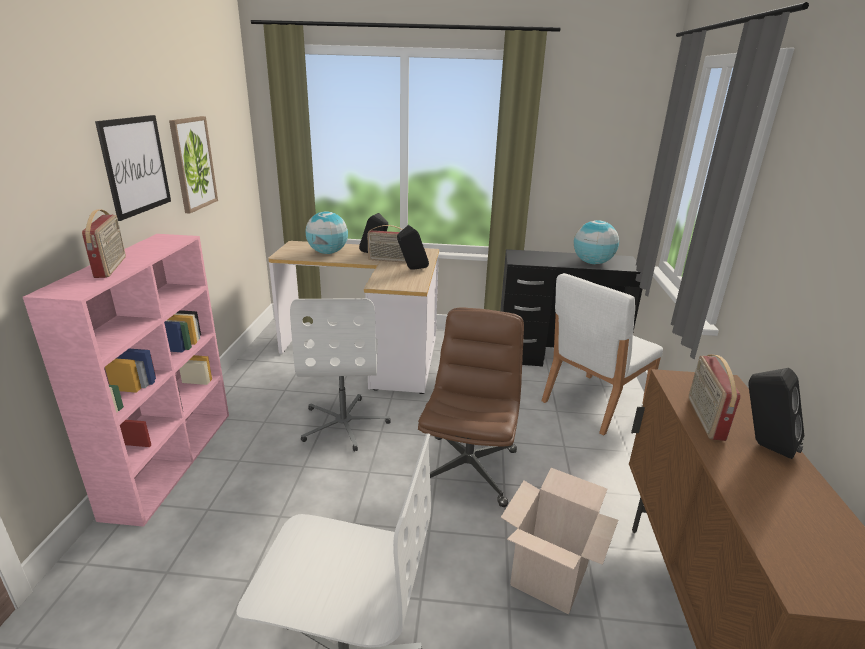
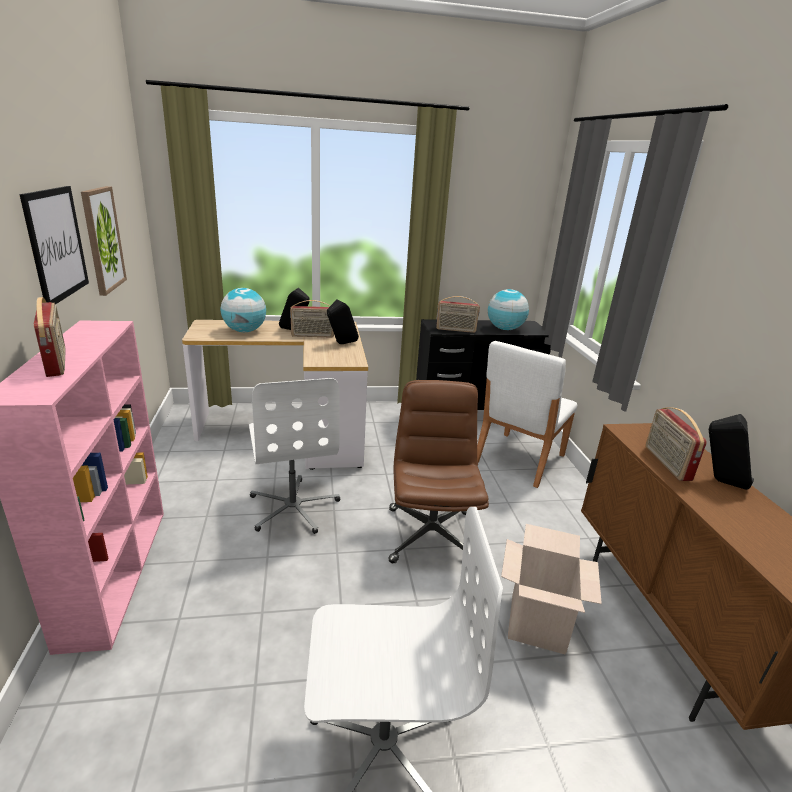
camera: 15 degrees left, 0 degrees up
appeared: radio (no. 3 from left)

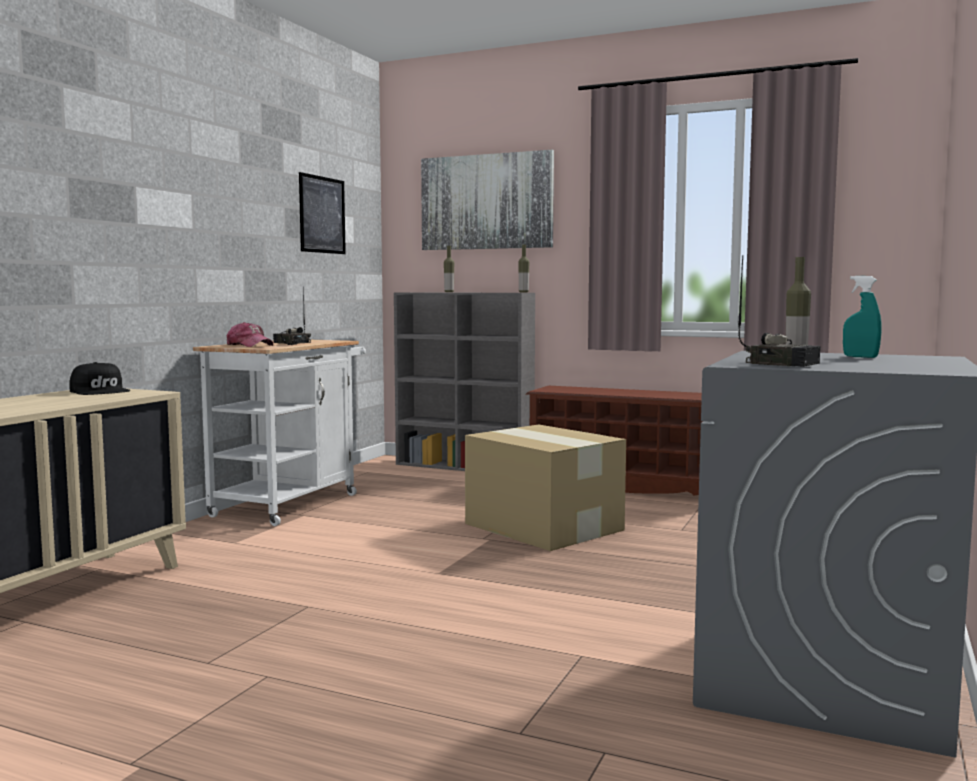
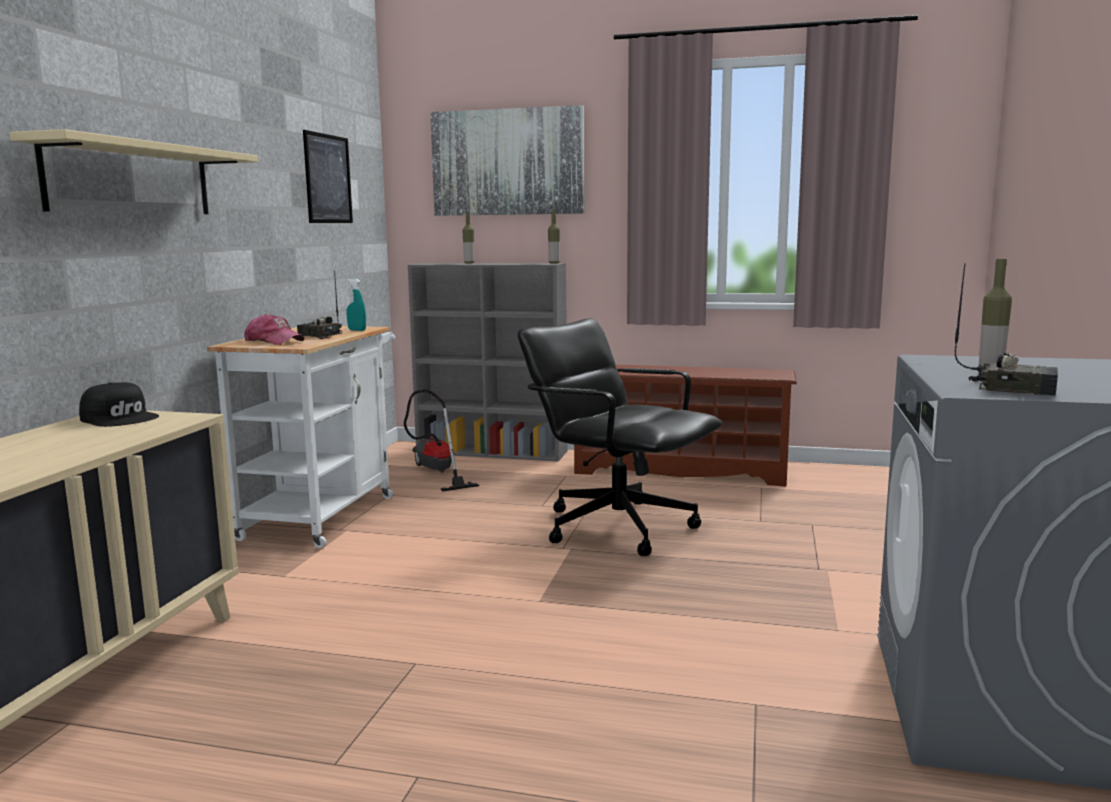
camera: 10 degrees left, 5 degrees up
appeared: shelf (beige); vacuum cleaner
relocated: spray bottle (turquoise)
exchanged: cardboard box to office chair (black)

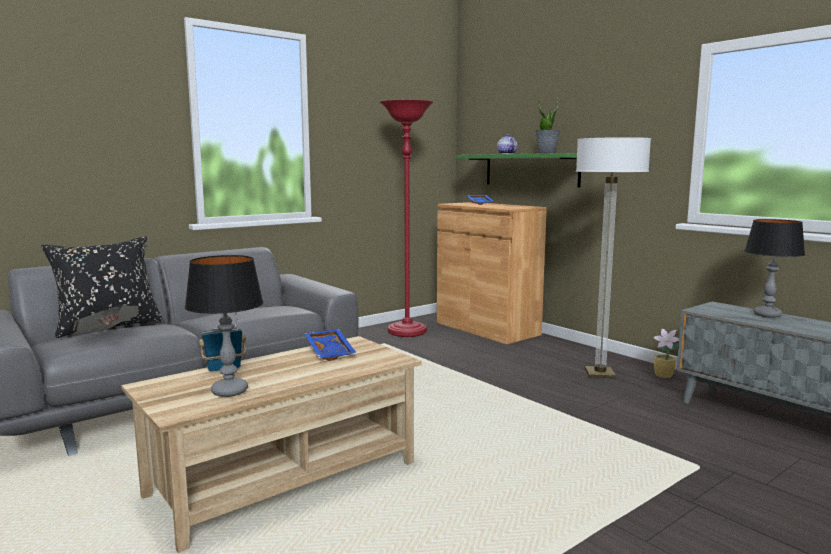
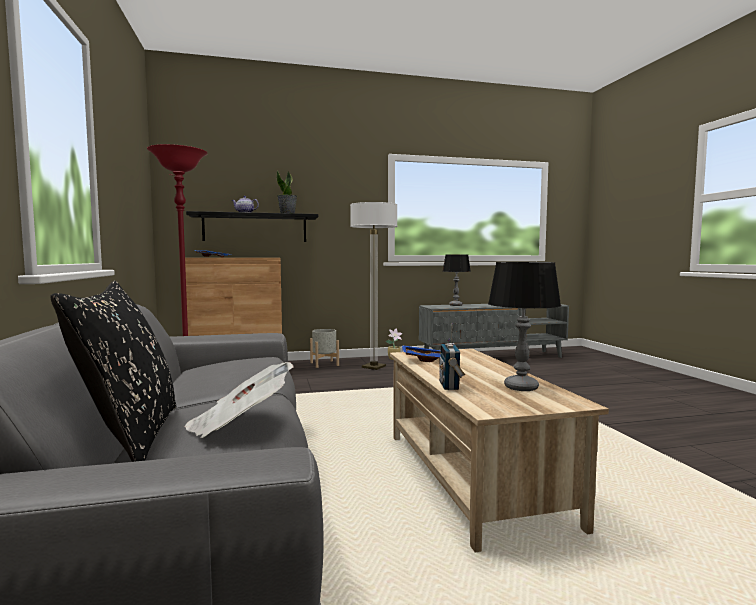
camera: 65 degrees left, 5 degrees down
appeared: planter (grey)
colour: shelf (green) to shelf (black)

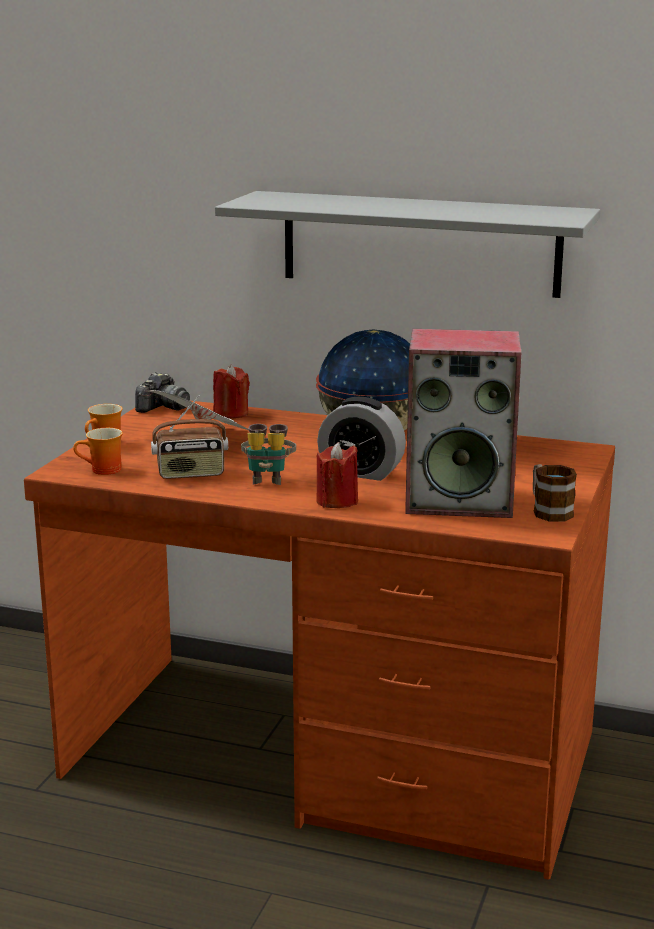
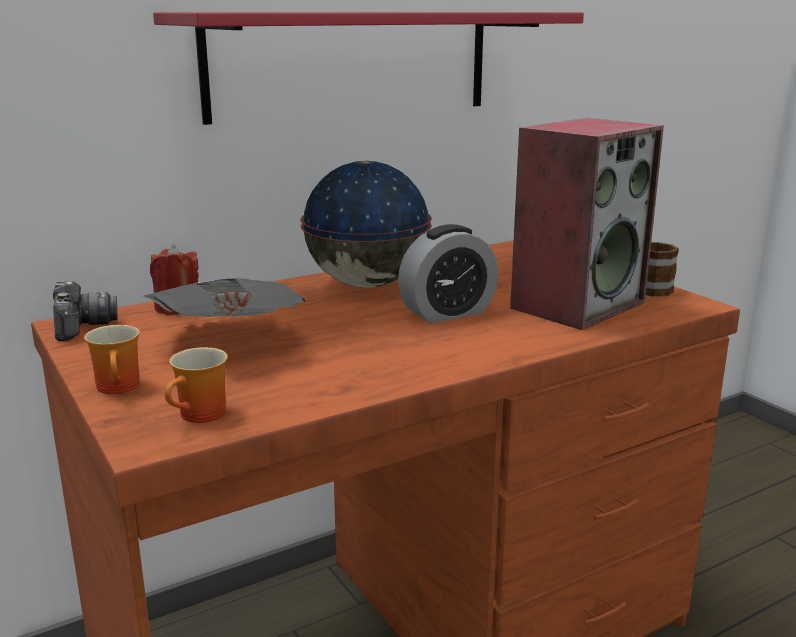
camera: 50 degrees left, 0 degrees up
missing: radio; binoculars; candle (red) (no. 2 from left)
colour: shelf (grey) to shelf (red)

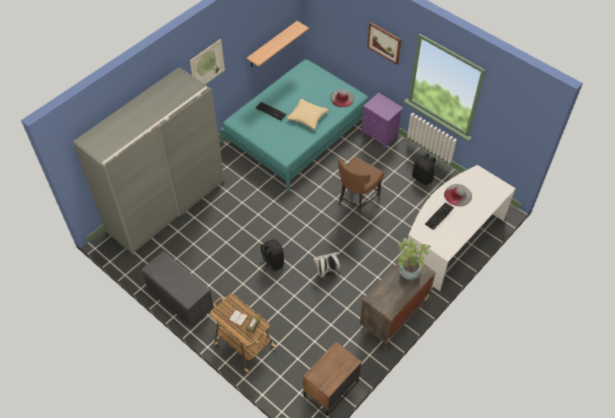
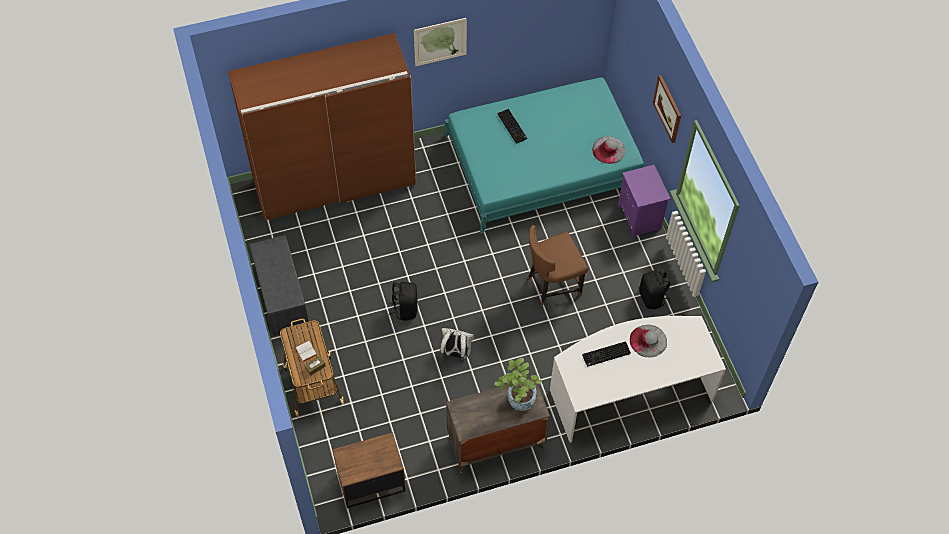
camera: 30 degrees right, 5 degrees up
missing: shelf; pillow (beige)
colour: wardrobe (grey) to wardrobe (brown)

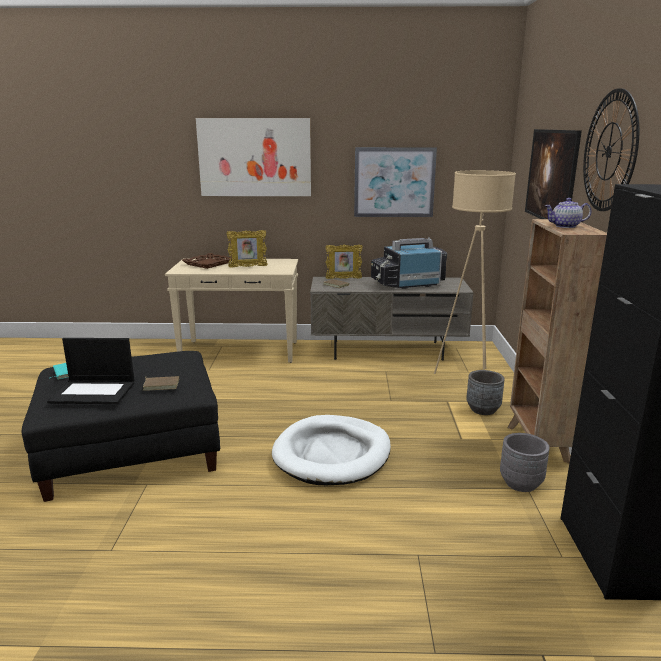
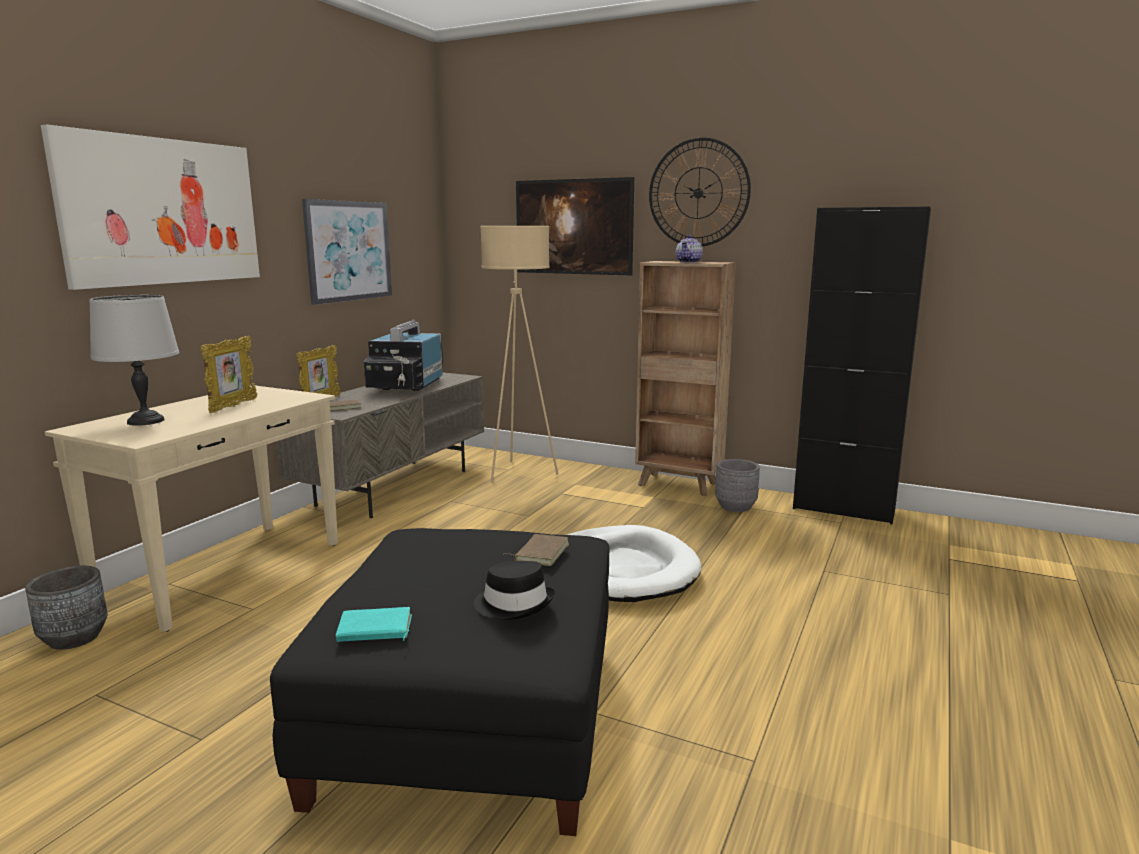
camera: 65 degrees left, 5 degrees down
relocated: planter (grey) (no. 1 from left)
exchanged: laptop to hat (black); tray (brown) to table lamp (grey)

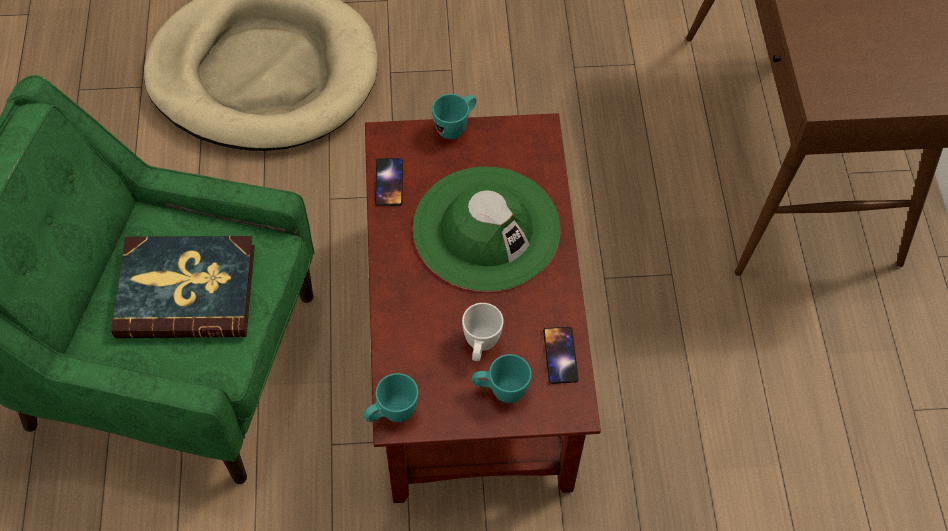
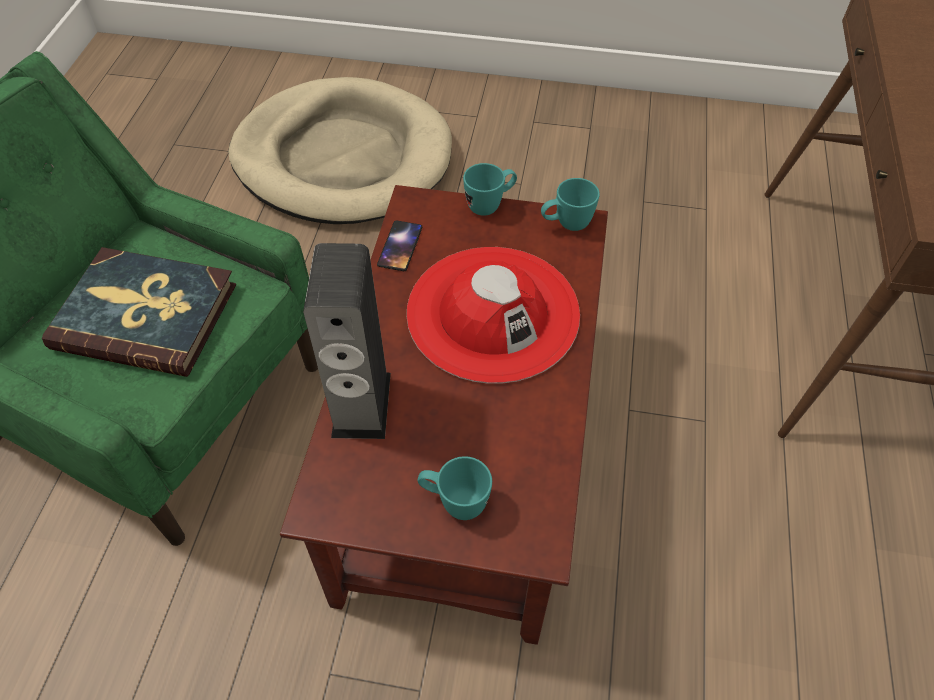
camera: 15 degrees right, 5 degrees down
missing: mug (white); phone (no. 2 from left)
appeared: speaker
relocated: mug (turquoise) (no. 1 from left in the first image) to mug (turquoise) (no. 3 from left)
colour: hat (green) to hat (red)

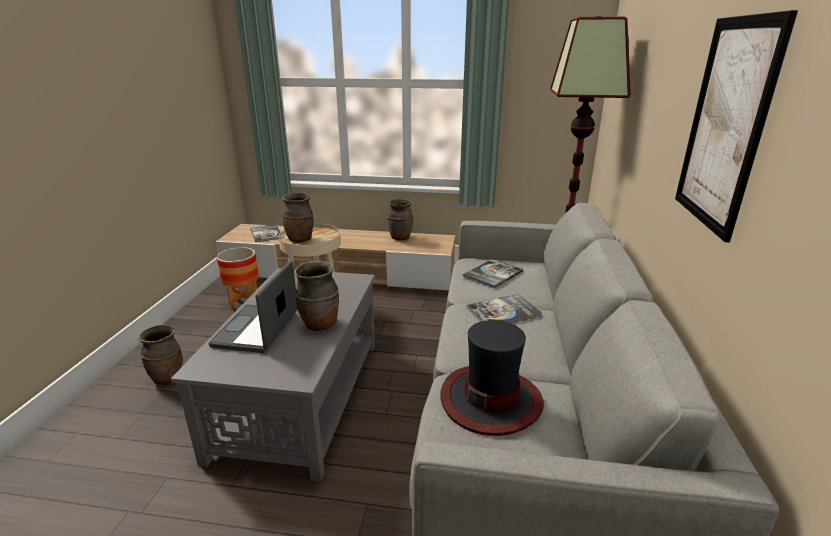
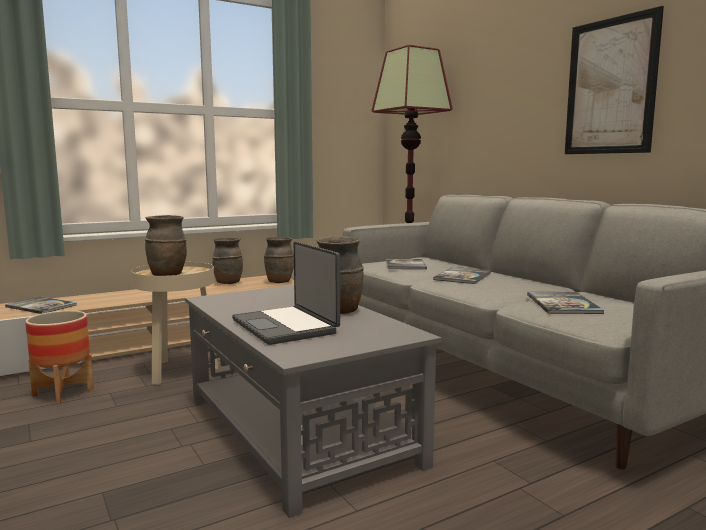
camera: 40 degrees left, 15 degrees down
relocated: vase (brown) (no. 1 from left in the first image) to vase (brown) (no. 3 from left)
exchanged: hat to book (no. 4 from left)

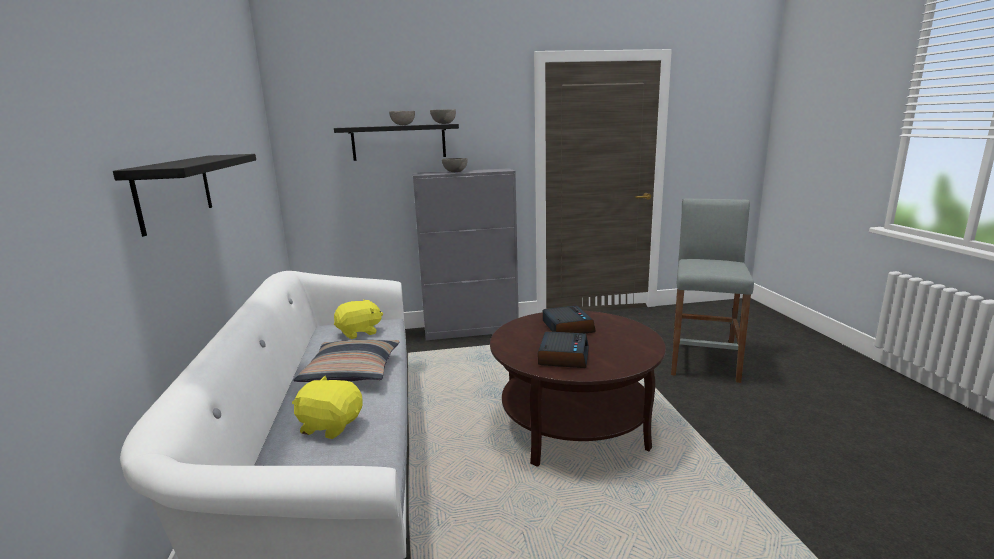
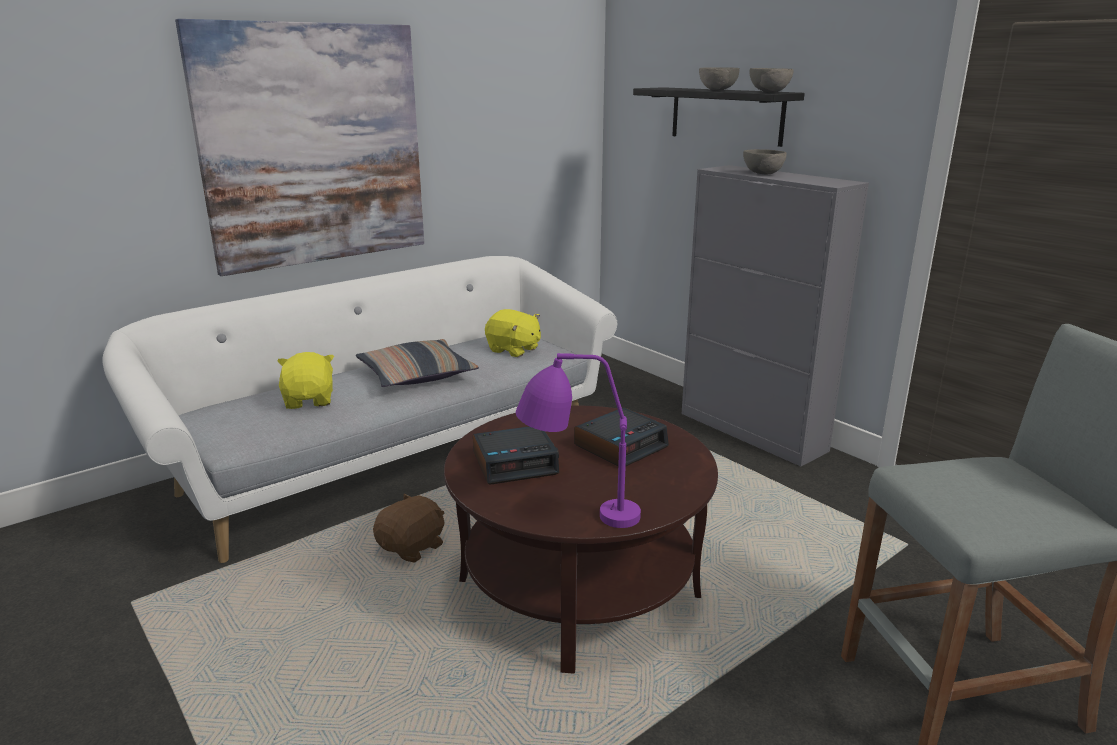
camera: 60 degrees right, 5 degrees up
appeared: plush toy (brown); table lamp (purple)
exchanged: shelf (black) (no. 1 from left) to picture

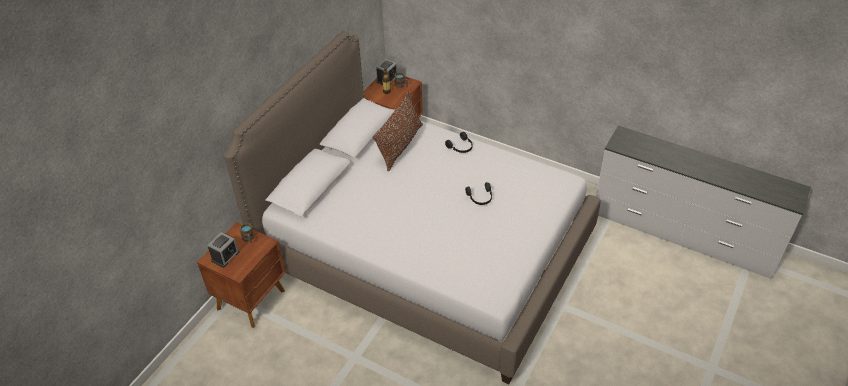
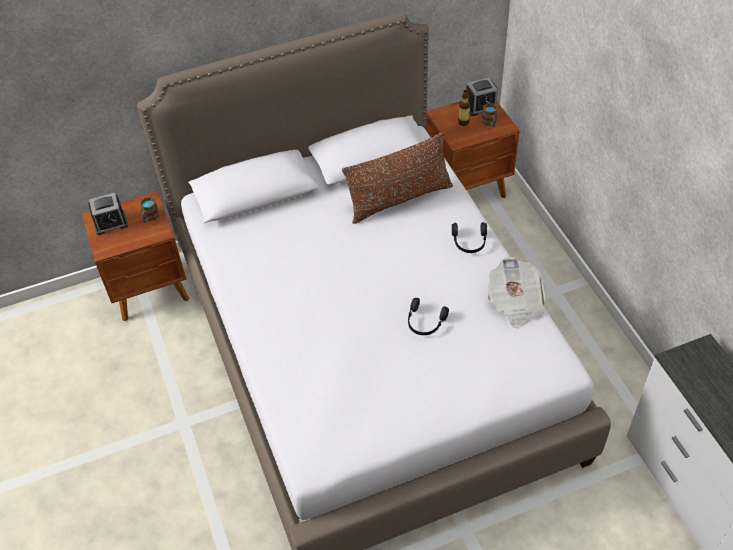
camera: 40 degrees right, 5 degrees up
appeared: newspaper

